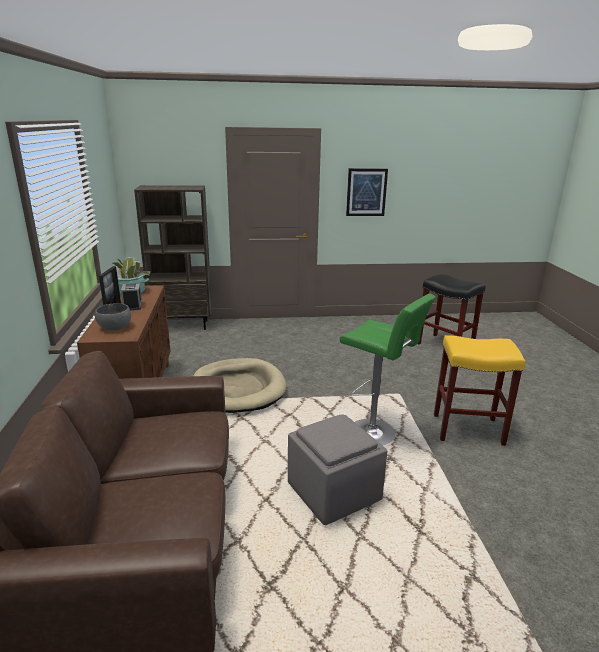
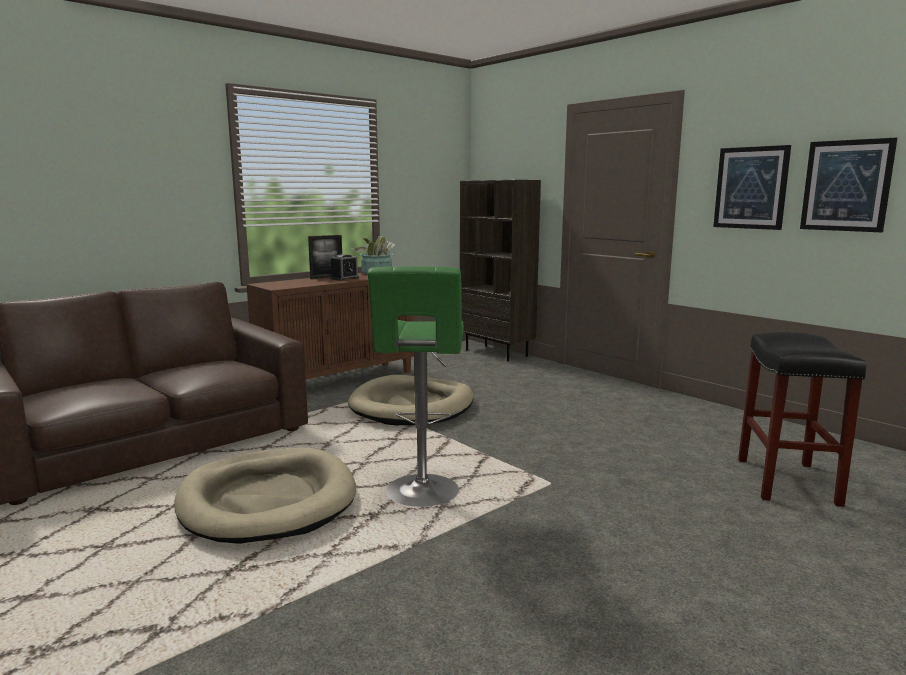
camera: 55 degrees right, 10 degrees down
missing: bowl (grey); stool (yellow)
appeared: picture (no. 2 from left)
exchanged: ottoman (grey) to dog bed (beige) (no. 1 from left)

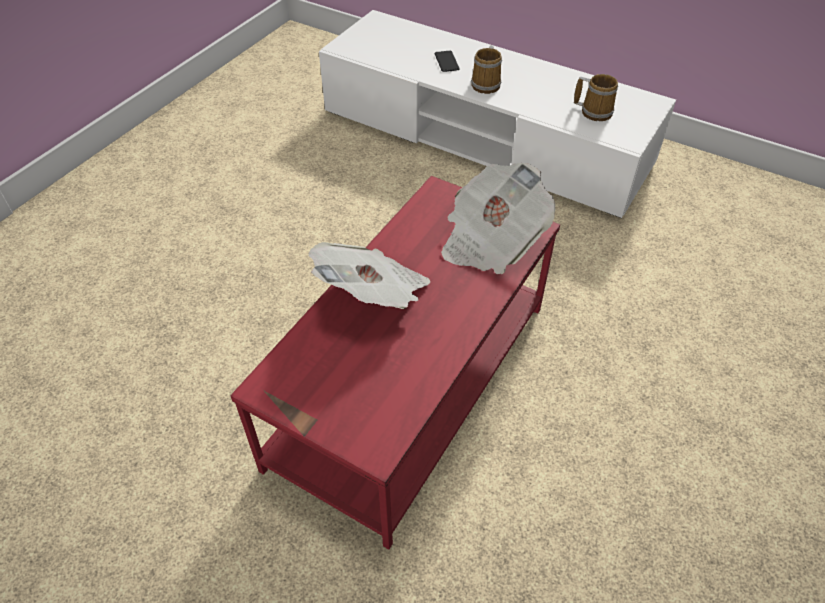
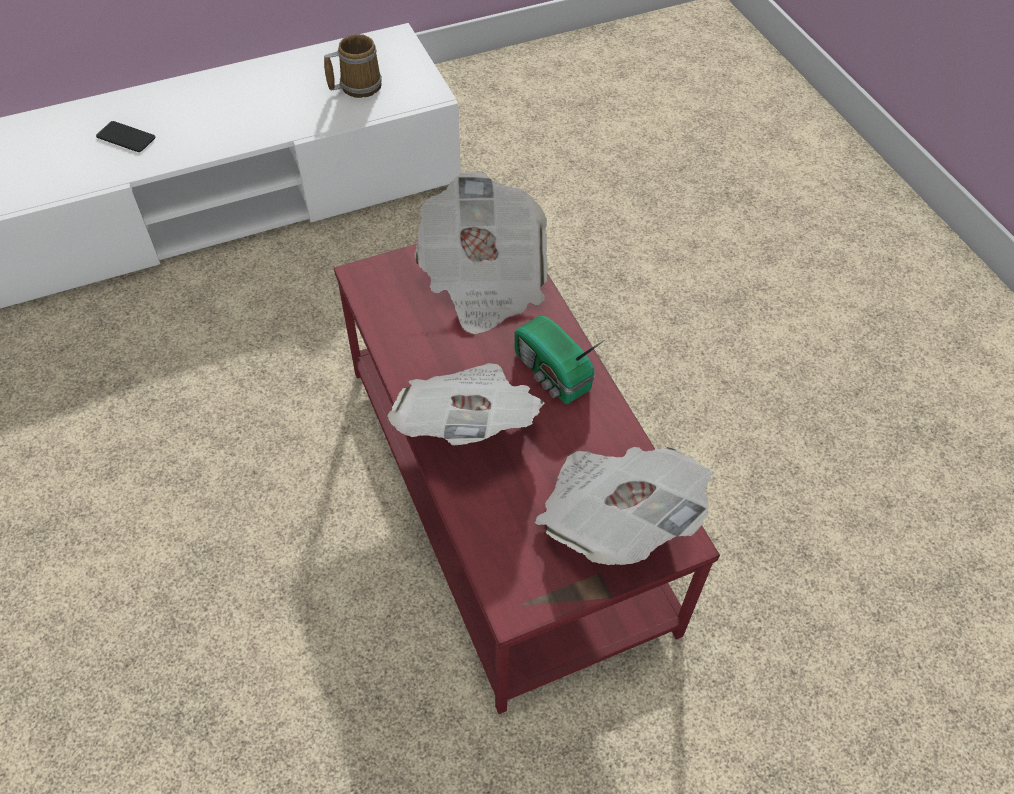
camera: 55 degrees left, 5 degrees up
missing: mug (no. 1 from left)
appeared: radio; newspaper (no. 3 from left)

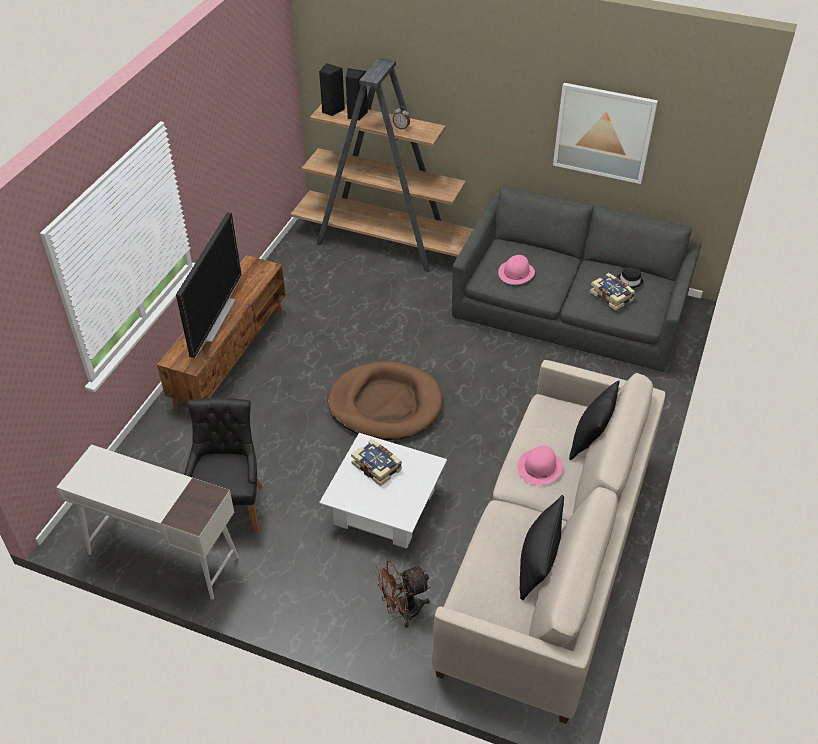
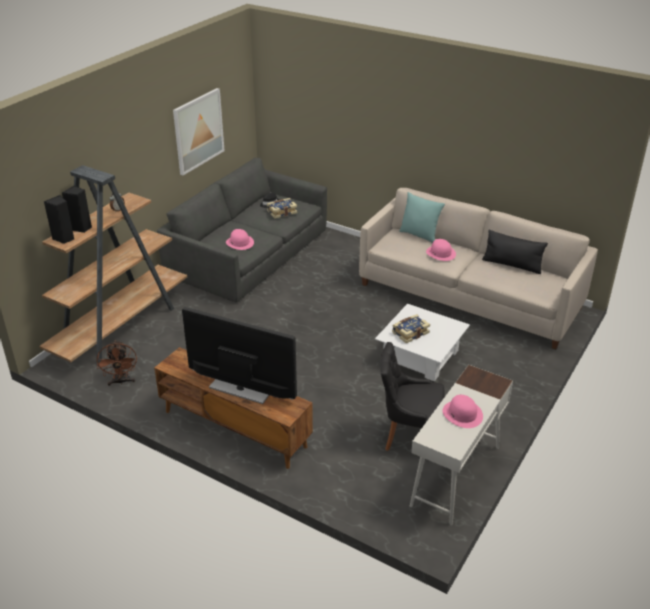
camera: 80 degrees left, 10 degrees down
missing: dog bed (brown)
appeared: hat (pink) (no. 3 from left)
relocated: fan (brown)
colour: pillow (black) (no. 2 from left) to pillow (turquoise)

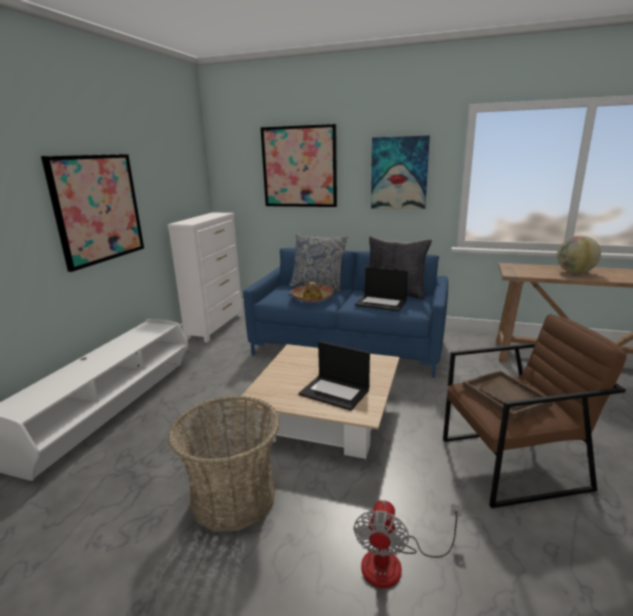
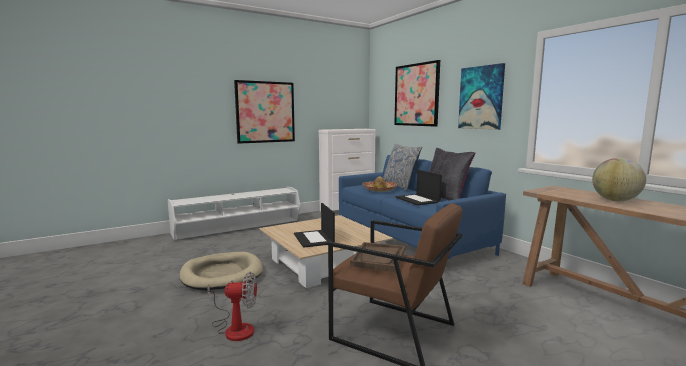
camera: 40 degrees right, 10 degrees down
exchanged: basket to dog bed (beige)
spun: fan 150 degrees counterclockwise

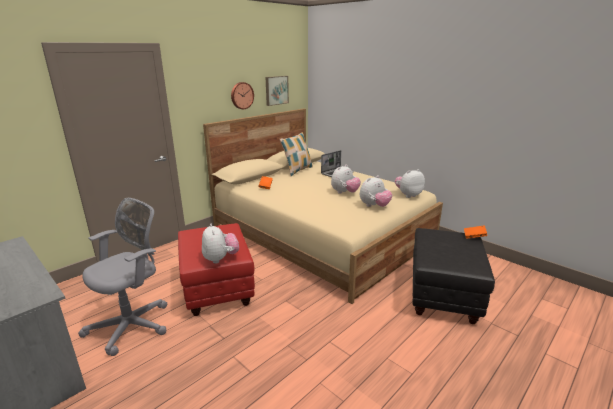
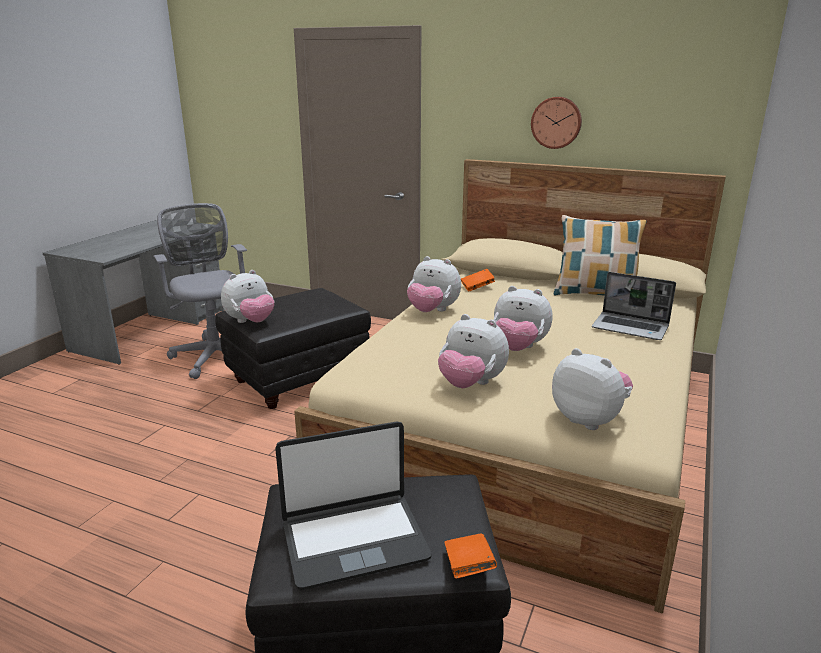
camera: 70 degrees right, 0 degrees up
missing: picture
appeared: laptop (no. 1 from left); plush toy (no. 2 from left)
colour: ottoman (red) to ottoman (black) (no. 1 from left)
spun: office chair (grey) 135 degrees counterclockwise

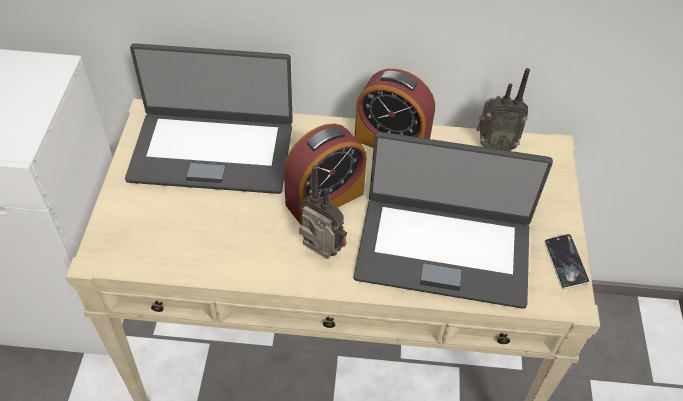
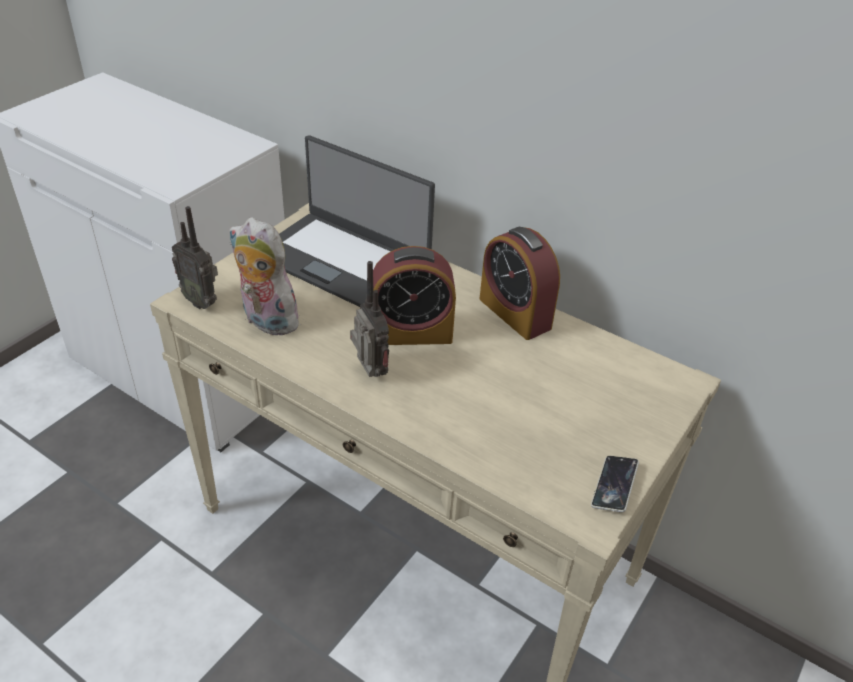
camera: 30 degrees right, 10 degrees down
missing: laptop (no. 2 from left)
appeared: plush toy
relocated: radio (no. 2 from left in the first image) to radio (no. 1 from left)

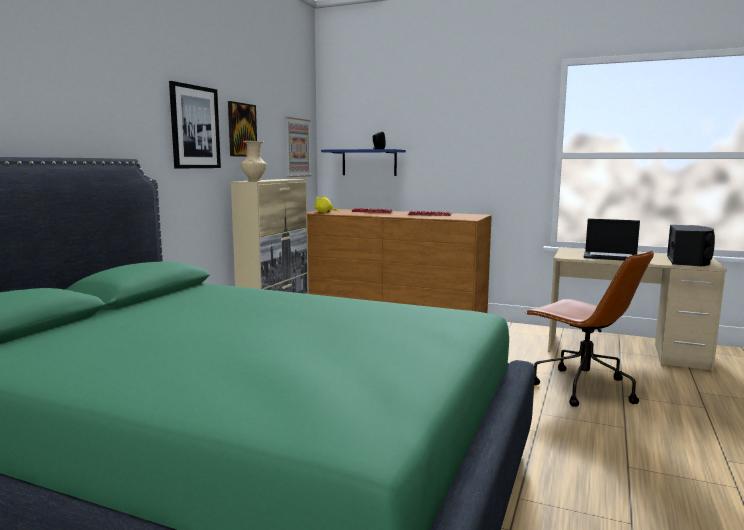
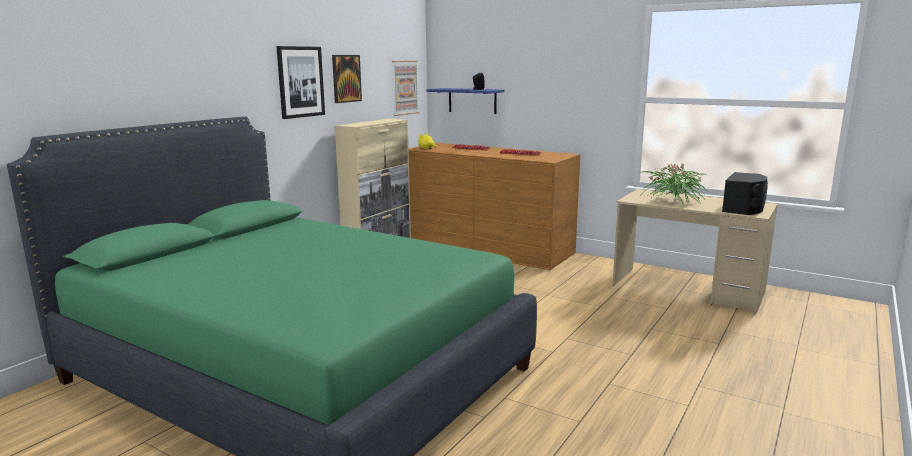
camera: 10 degrees right, 5 degrees up
missing: vase (beige); office chair (brown)
exchanged: laptop to potted plant

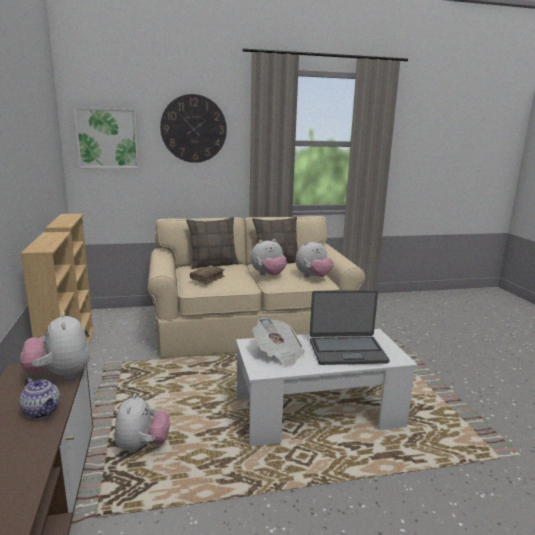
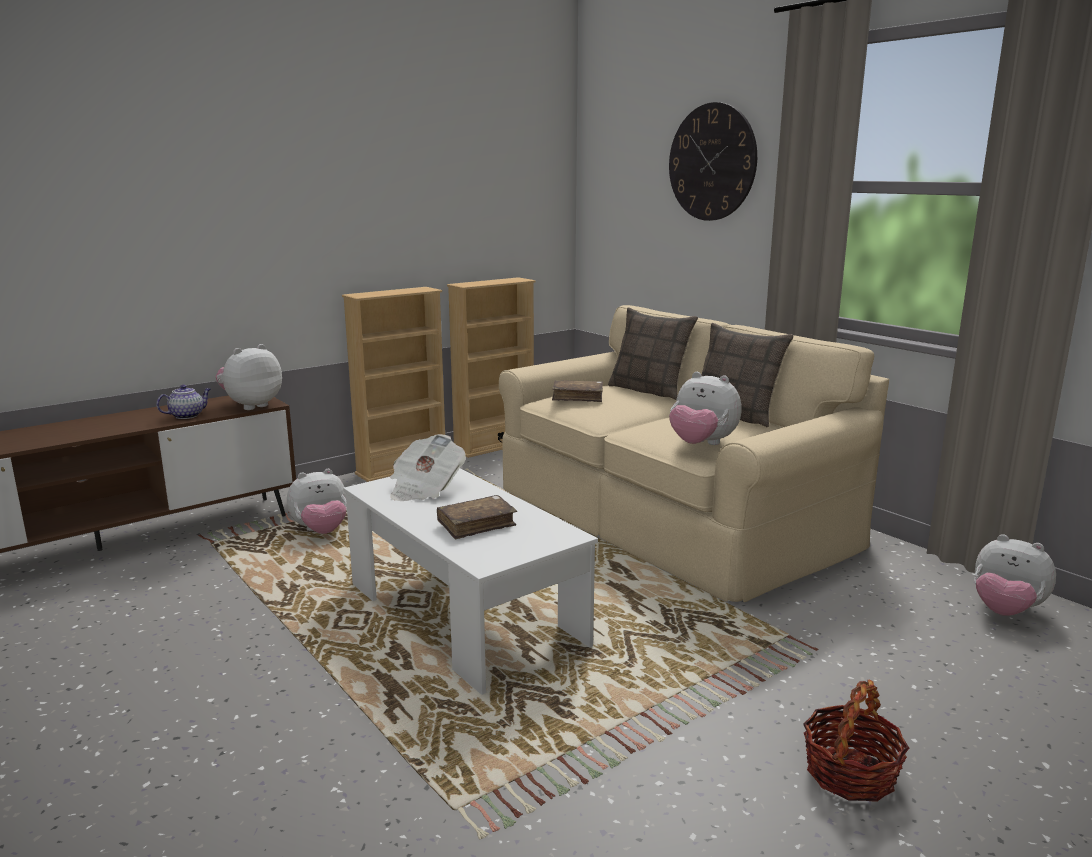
camera: 65 degrees right, 0 degrees up
missing: picture
appeared: basket
relocated: plush toy (no. 3 from left in the first image) to plush toy (no. 4 from left)
exchanged: laptop to book (brown) (no. 1 from left)
spun: teapot 150 degrees counterclockwise

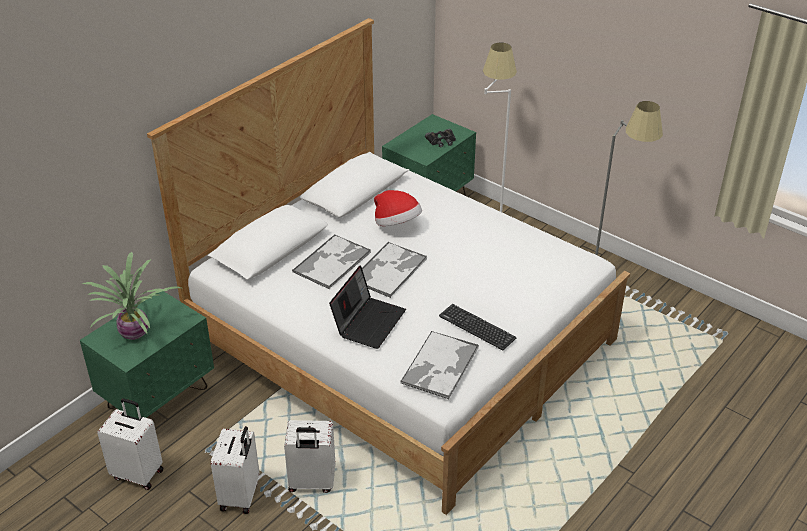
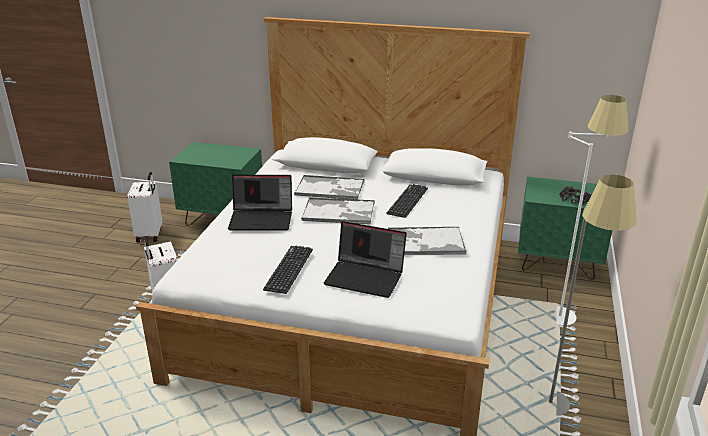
camera: 65 degrees right, 10 degrees down
missing: potted plant; suitcase (white) (no. 2 from left)
appeared: laptop (no. 2 from left)
relocated: tray (no. 3 from left)
exchanged: hat to keyboard (no. 2 from left)

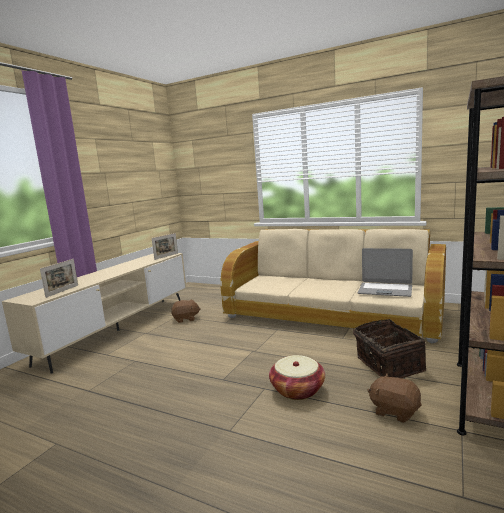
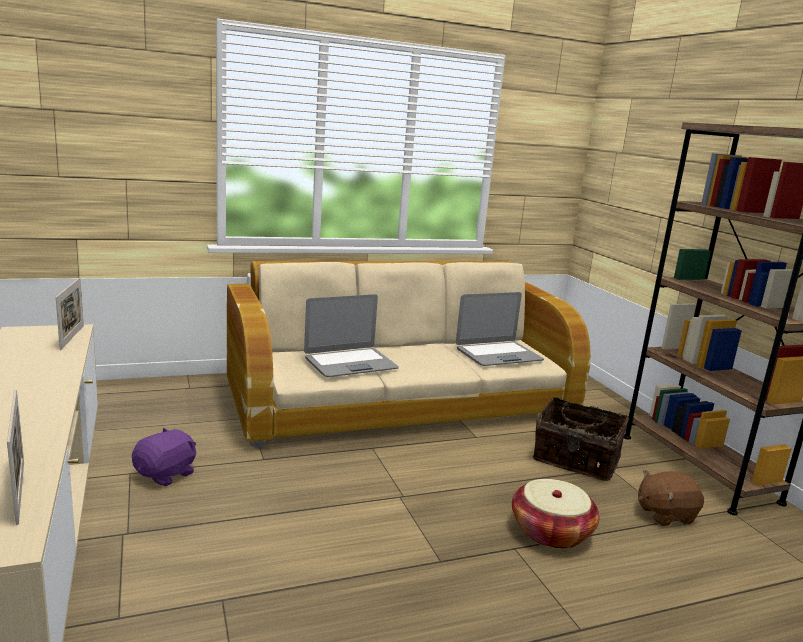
camera: 50 degrees left, 5 degrees up
appeared: laptop (no. 1 from left)
colour: plush toy (brown) (no. 1 from left) to plush toy (purple)

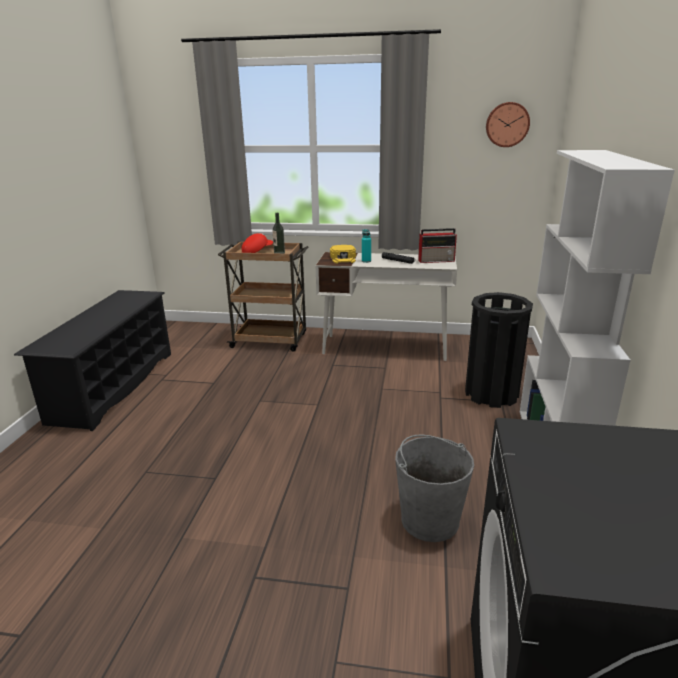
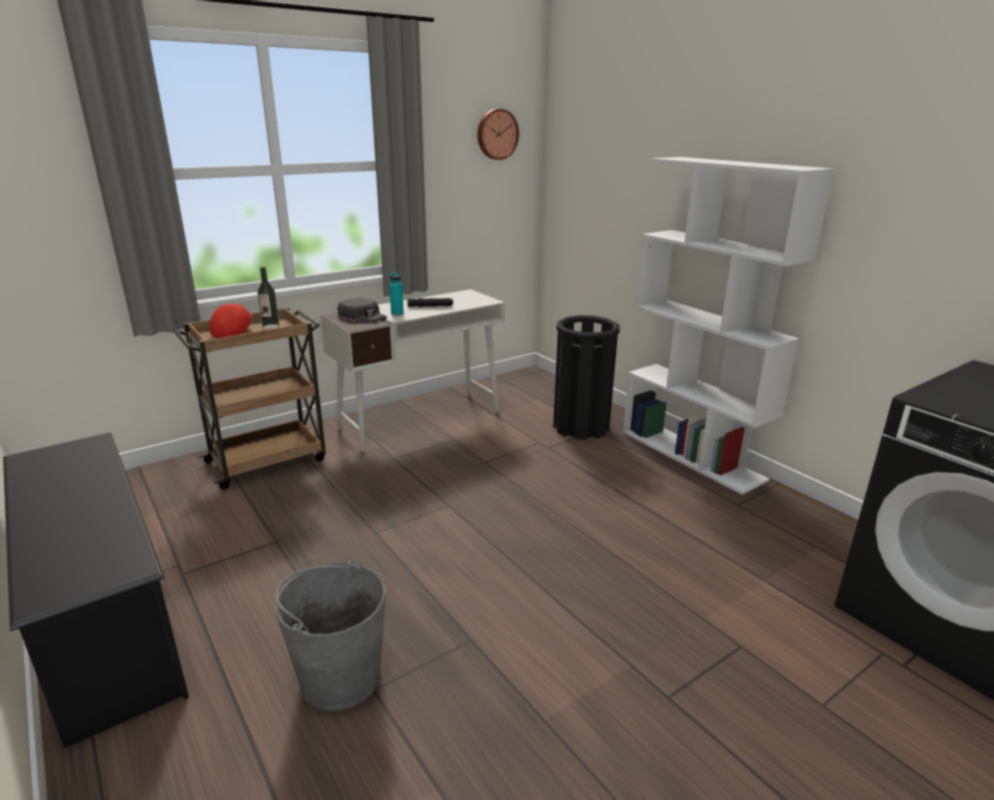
camera: 45 degrees left, 0 degrees up
missing: radio
relocated: bucket (grey)
colour: cap (yellow) to cap (black)

